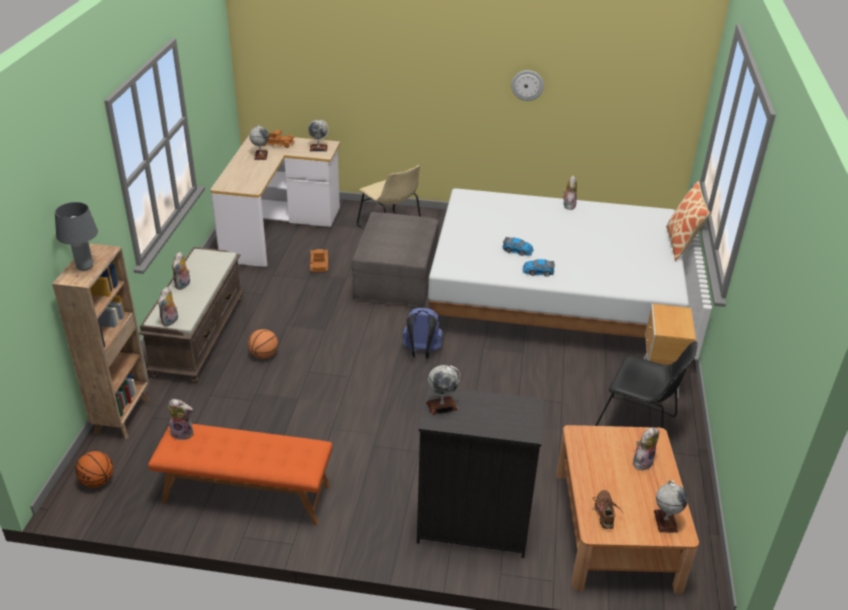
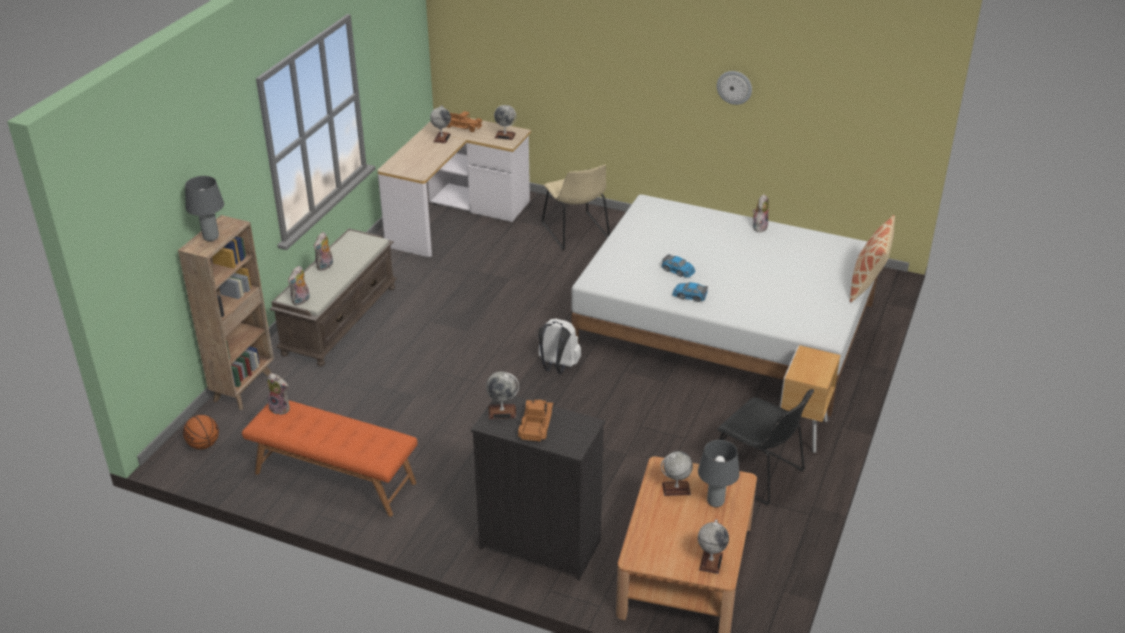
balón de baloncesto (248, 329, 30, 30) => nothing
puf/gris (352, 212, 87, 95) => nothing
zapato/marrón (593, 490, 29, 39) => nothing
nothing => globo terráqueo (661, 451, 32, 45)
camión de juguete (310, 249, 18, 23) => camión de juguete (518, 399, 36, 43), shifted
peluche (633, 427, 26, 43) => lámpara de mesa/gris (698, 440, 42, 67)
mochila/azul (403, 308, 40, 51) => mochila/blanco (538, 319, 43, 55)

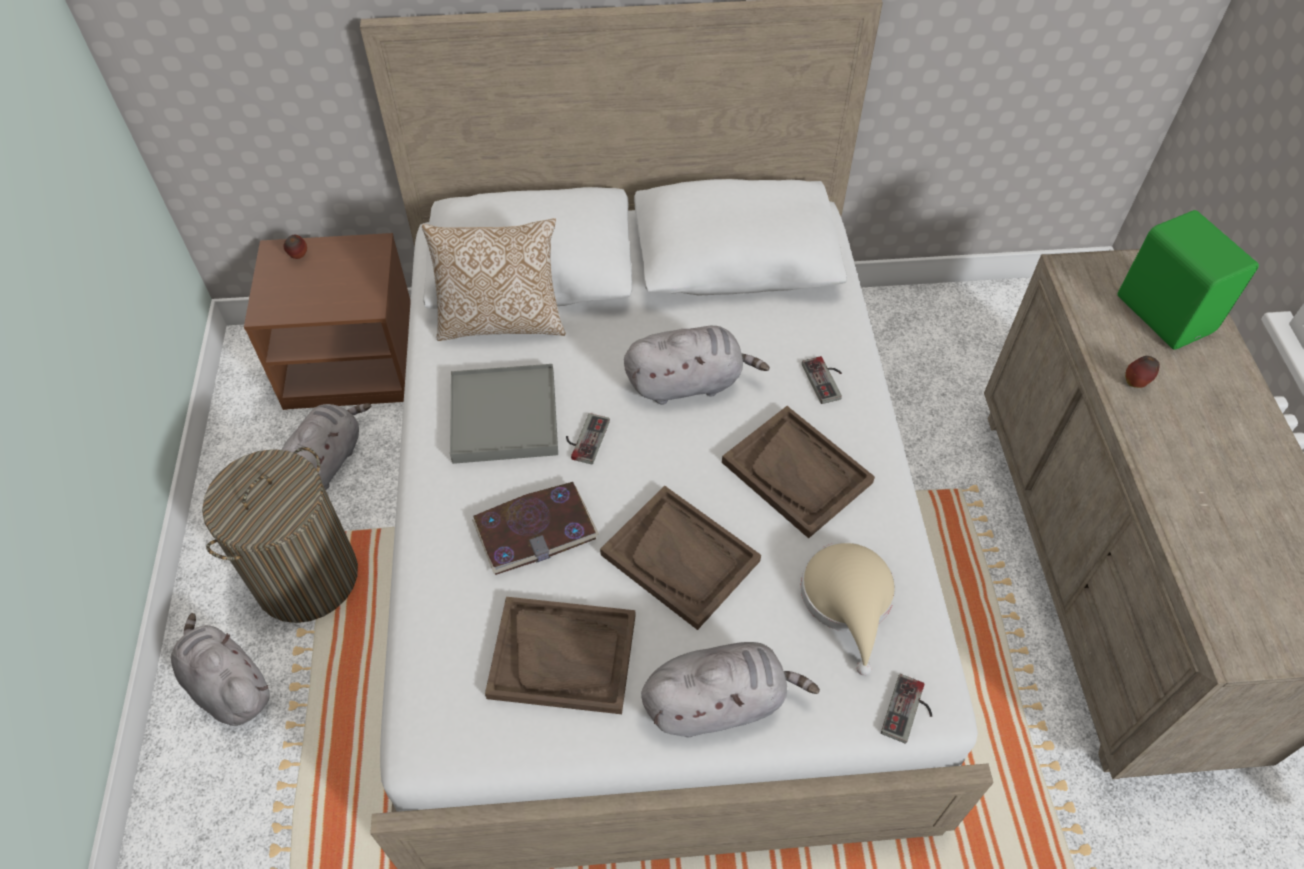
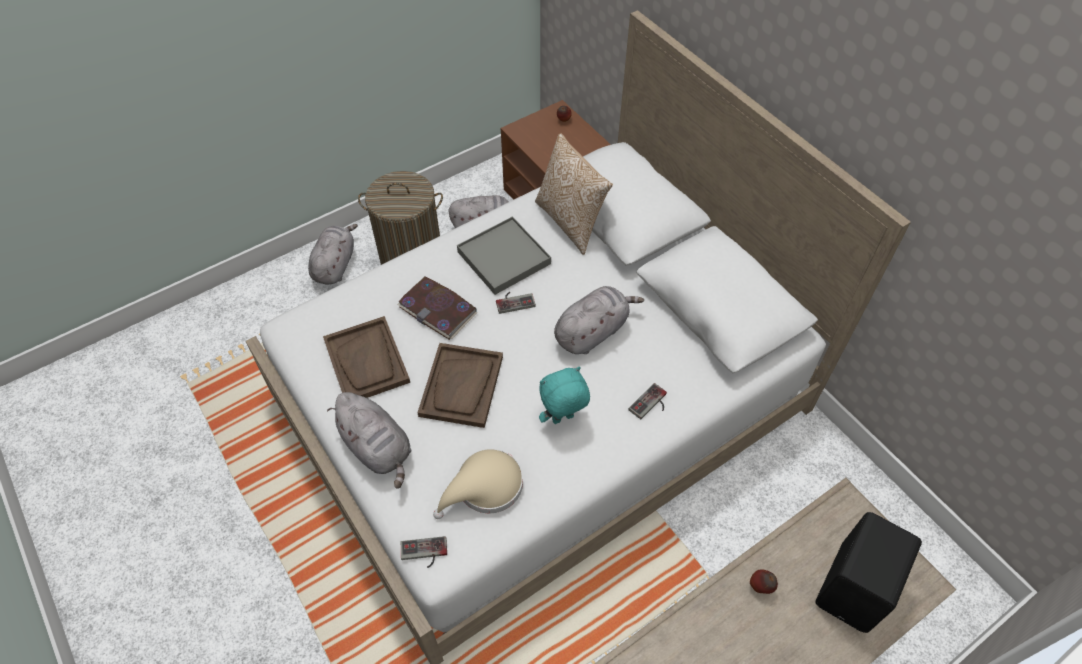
bandeja/marrón (722, 406, 153, 132) => peluche/turquesa (539, 366, 51, 58)
altavoz/verde (1117, 210, 142, 139) => altavoz/negro (815, 512, 107, 121)
peluche/gris (624, 326, 146, 79) => peluche/gris (554, 286, 90, 68), 90 degrees counterclockwise

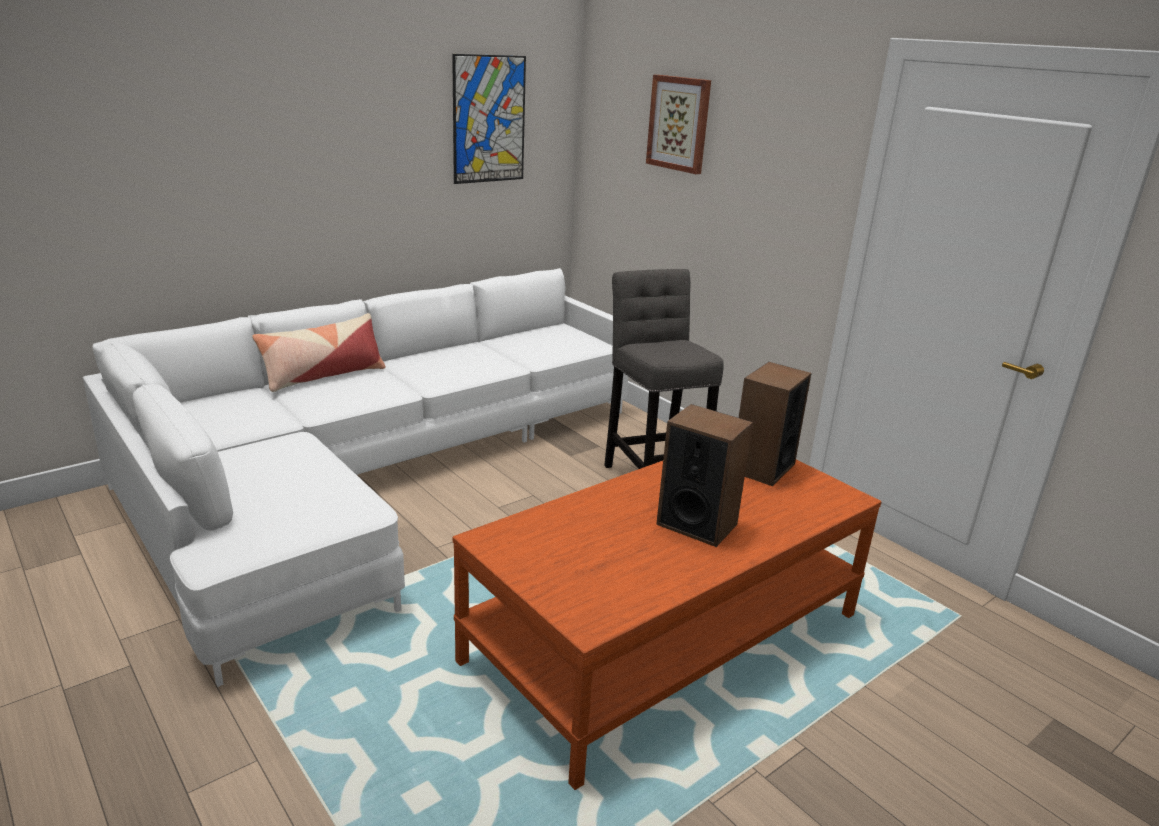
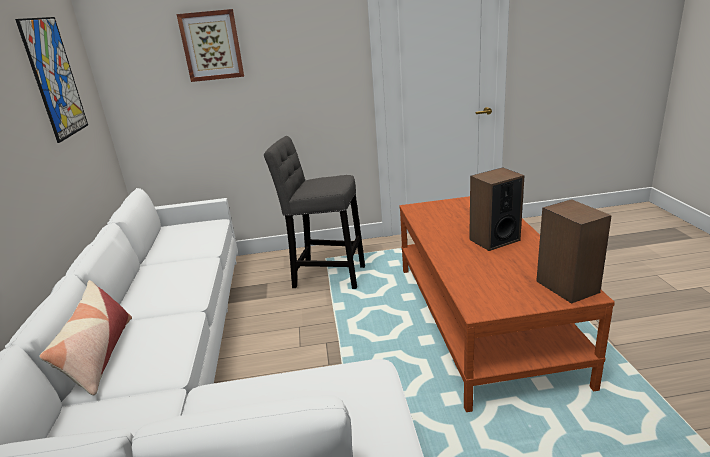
altavoz (739, 362, 73, 124) => altavoz (536, 199, 76, 105), shifted

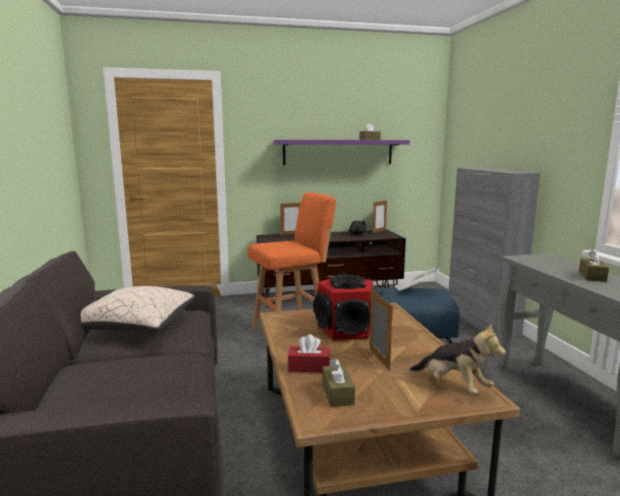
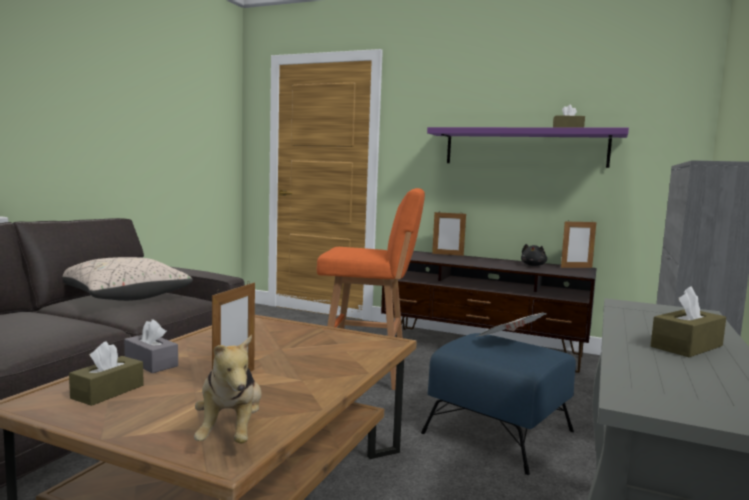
altavoz (313, 273, 65, 67) => nothing
caja de pañuelos/rojo (288, 334, 42, 39) => caja de pañuelos/gris (124, 319, 54, 54)

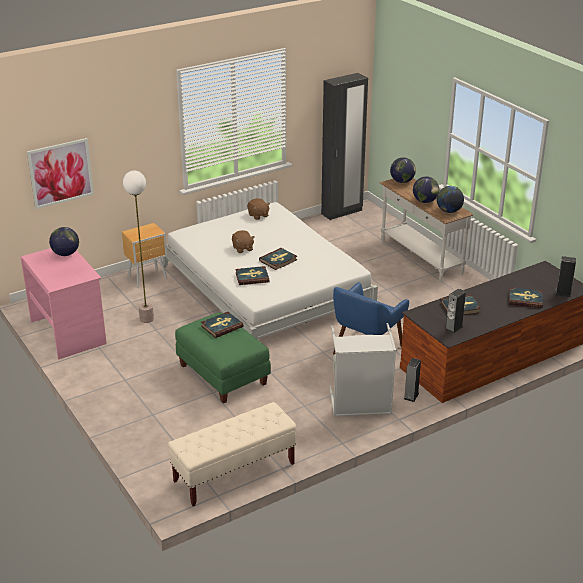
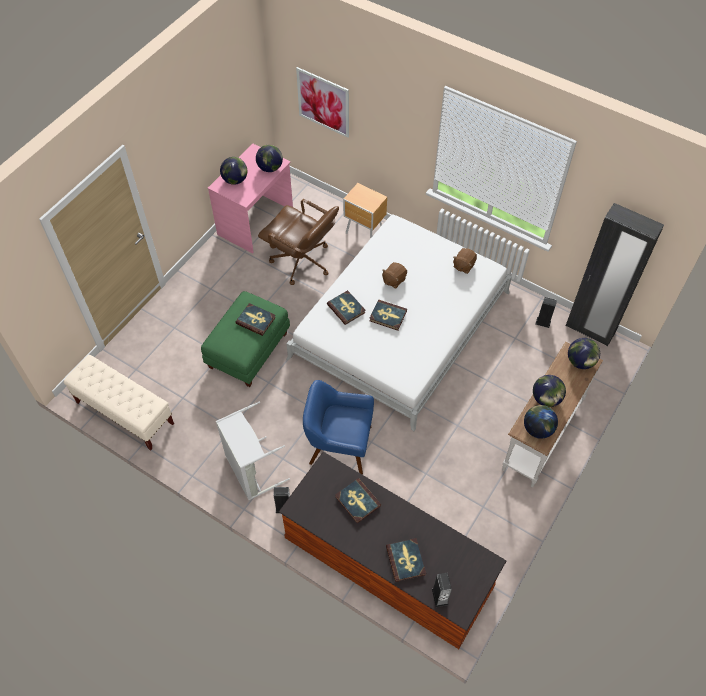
nothing => globo terráqueo (220, 157, 28, 28)
altavoz (444, 288, 22, 46) => altavoz (535, 297, 22, 31), shifted
lámpara de pie (123, 170, 31, 153) => silla de oficina/marrón (258, 199, 81, 86)

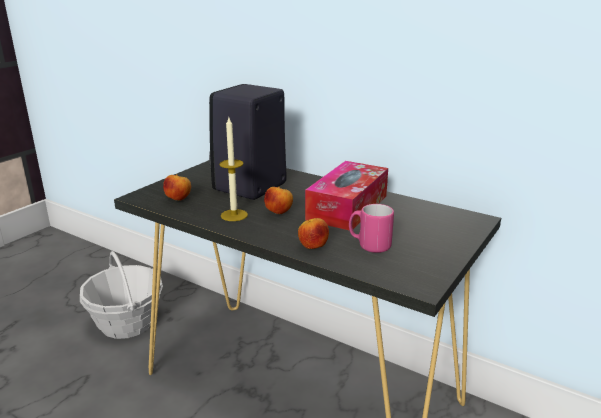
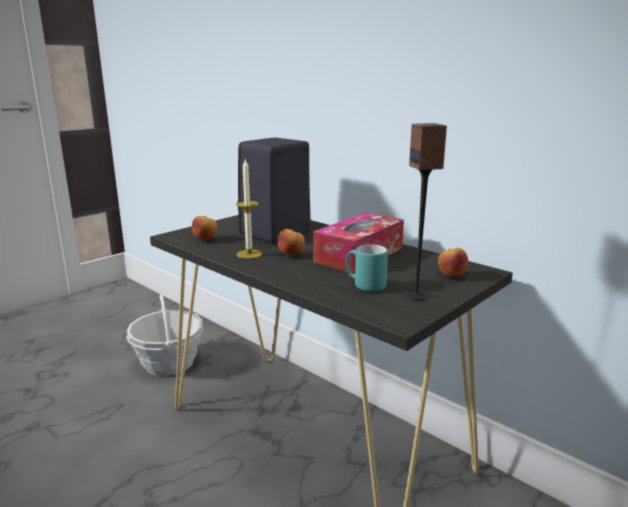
nothing => altavoz (406, 123, 41, 177)
manzana (298, 218, 31, 31) => manzana (438, 248, 30, 28), shifted
taza grande/rosa (349, 204, 45, 49) => taza grande/turquesa (346, 244, 42, 48)

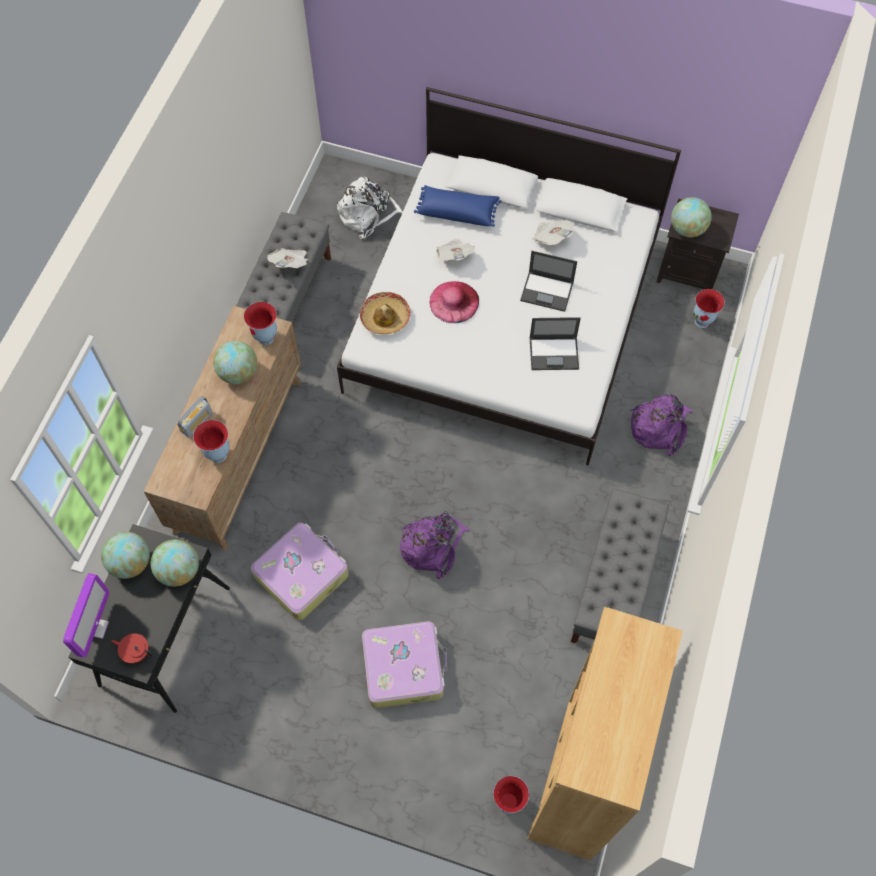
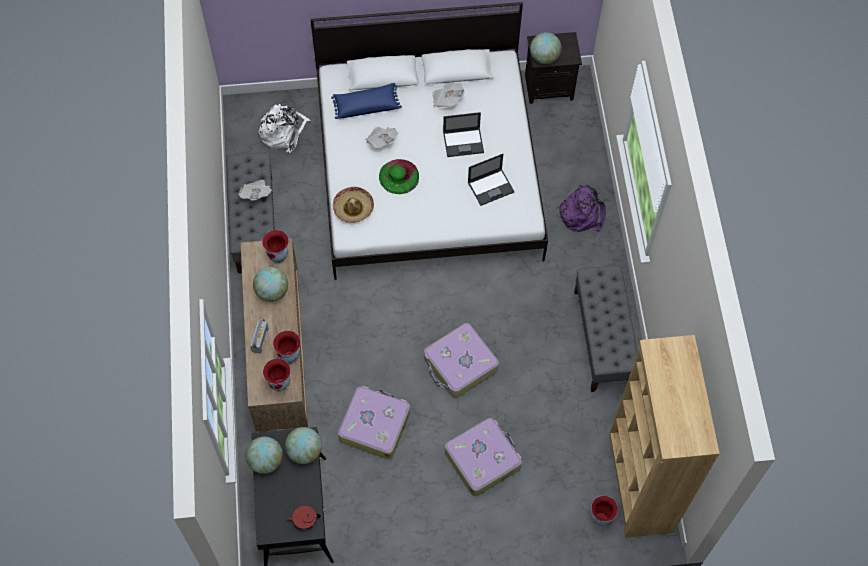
monitor (63, 573, 46, 85) => nothing
florero (693, 289, 32, 39) => florero (263, 359, 28, 33), shifted
mochila/morado (400, 511, 70, 68) => maleta (424, 323, 75, 75)
sombrero/rosa (429, 281, 50, 42) => sombrero/verde (379, 159, 40, 35)

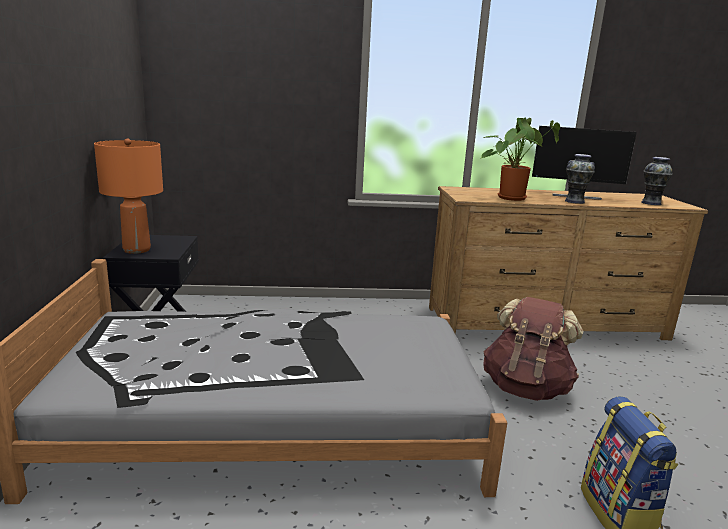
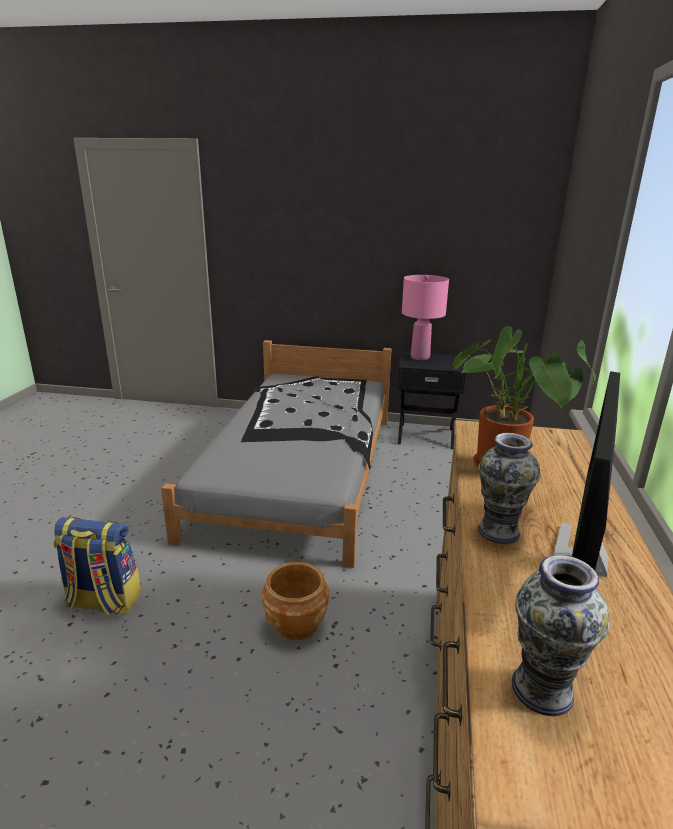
mochila/marrón (483, 297, 100, 104) => maceta/marrón (262, 562, 67, 79)
lámpara de mesa/naranja (94, 138, 69, 116) => lámpara de mesa/rosa (402, 275, 47, 85)

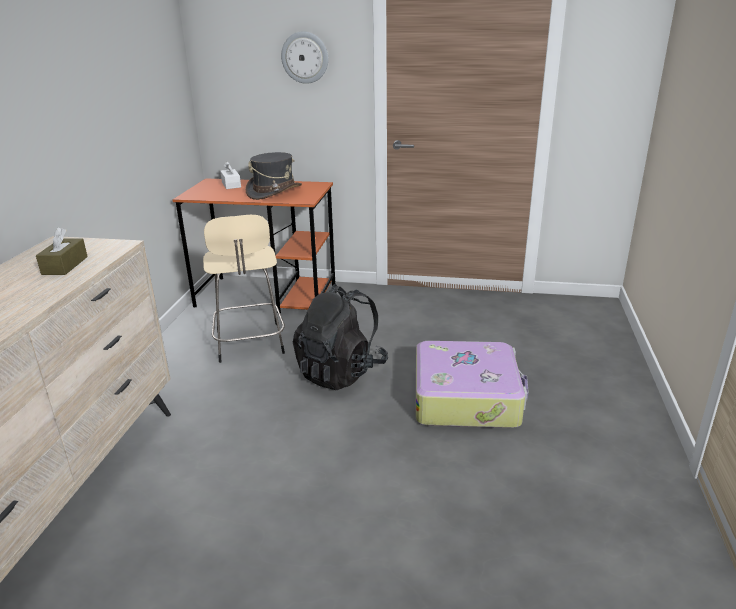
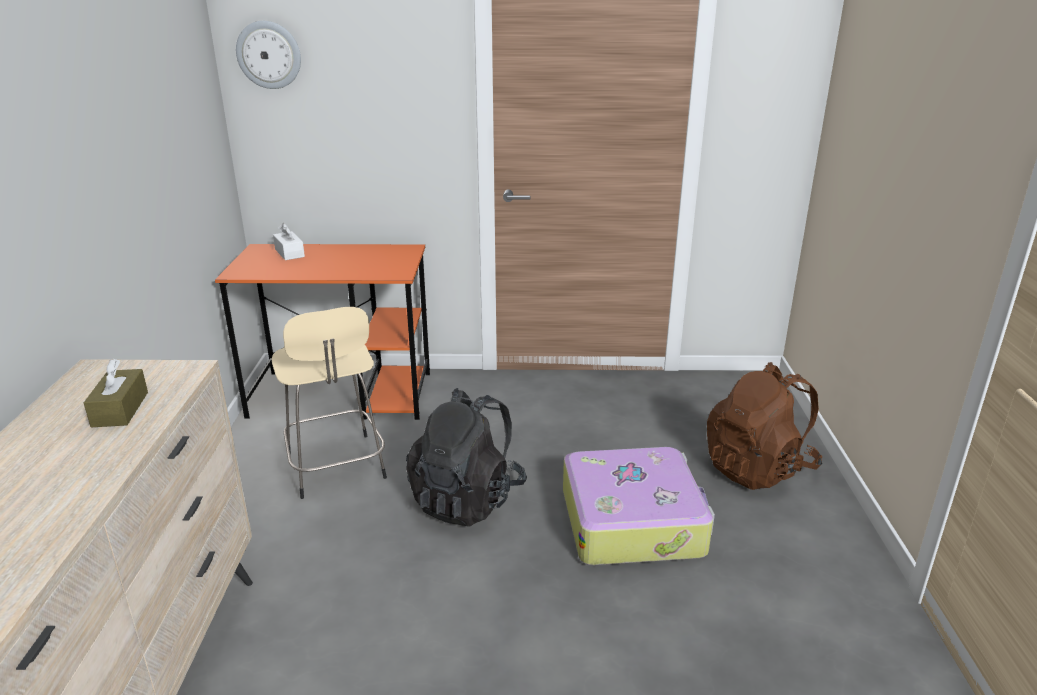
sombrero/gris (246, 152, 56, 48) => nothing
nothing => mochila/marrón (707, 362, 115, 128)
reloj de pared (281, 31, 47, 53) => reloj de pared (236, 21, 65, 68), shifted

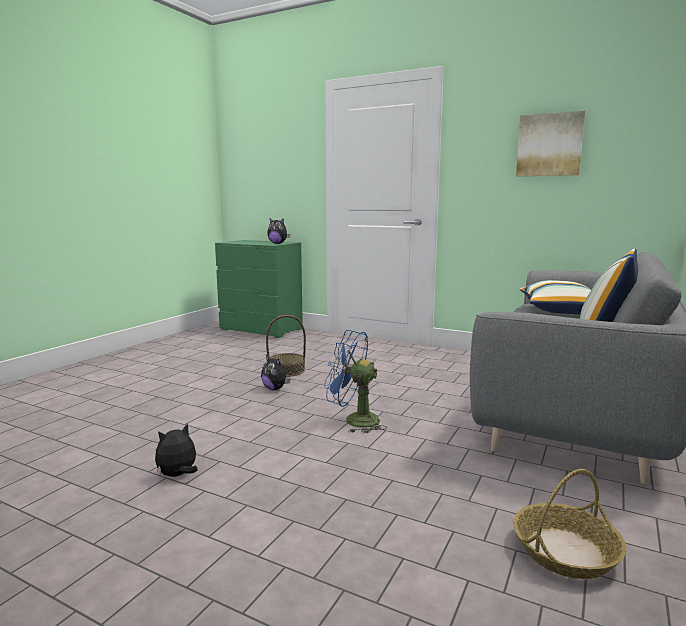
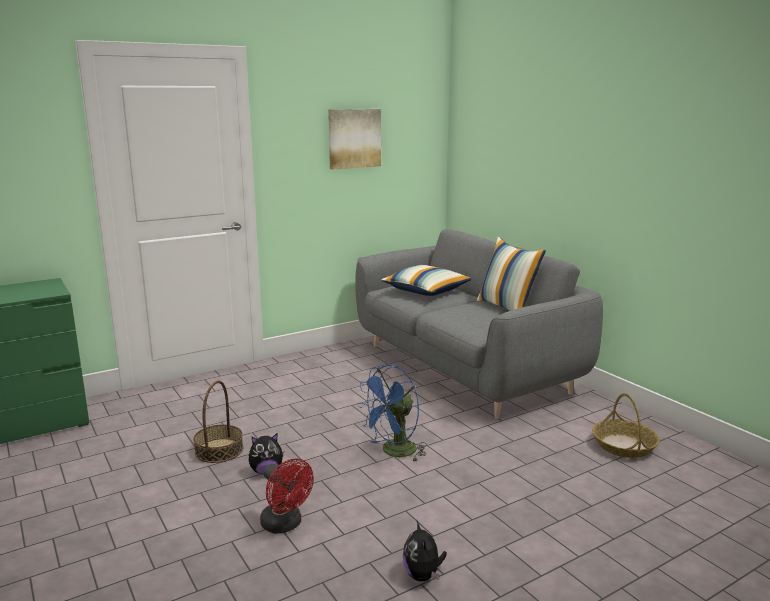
peluche (267, 218, 23, 26) => nothing
nothing => ventilador/rojo (260, 458, 54, 76)

